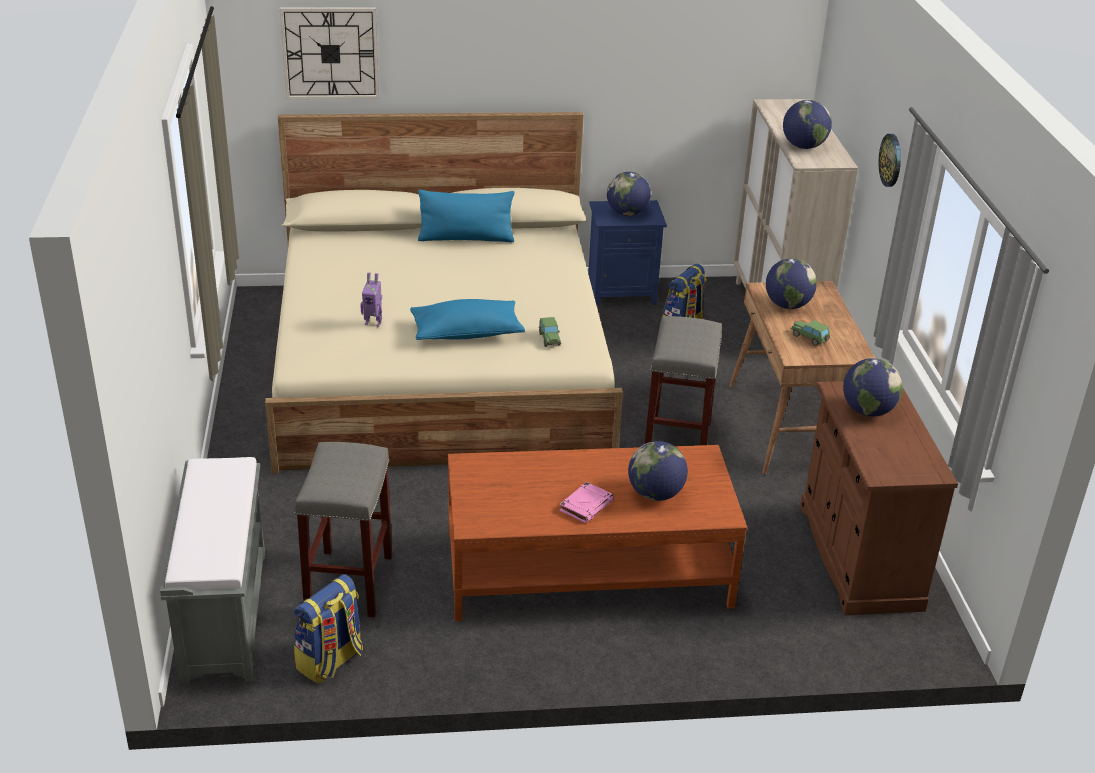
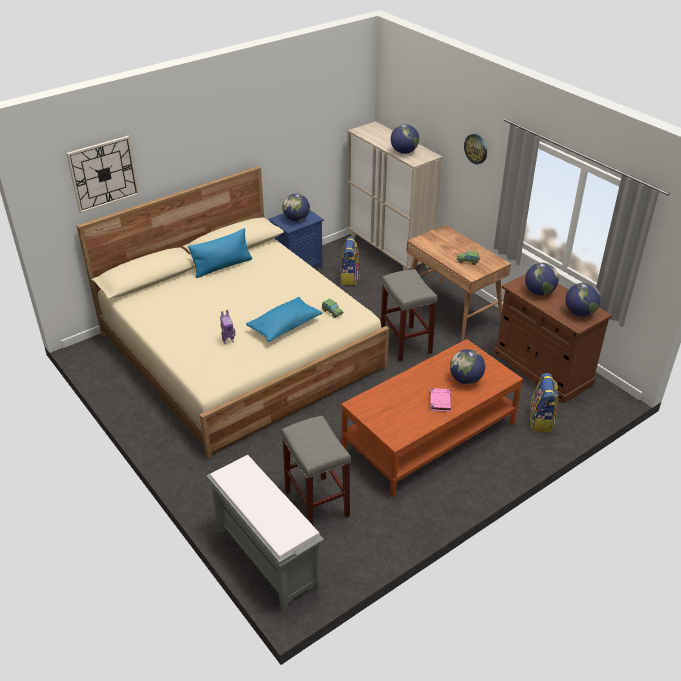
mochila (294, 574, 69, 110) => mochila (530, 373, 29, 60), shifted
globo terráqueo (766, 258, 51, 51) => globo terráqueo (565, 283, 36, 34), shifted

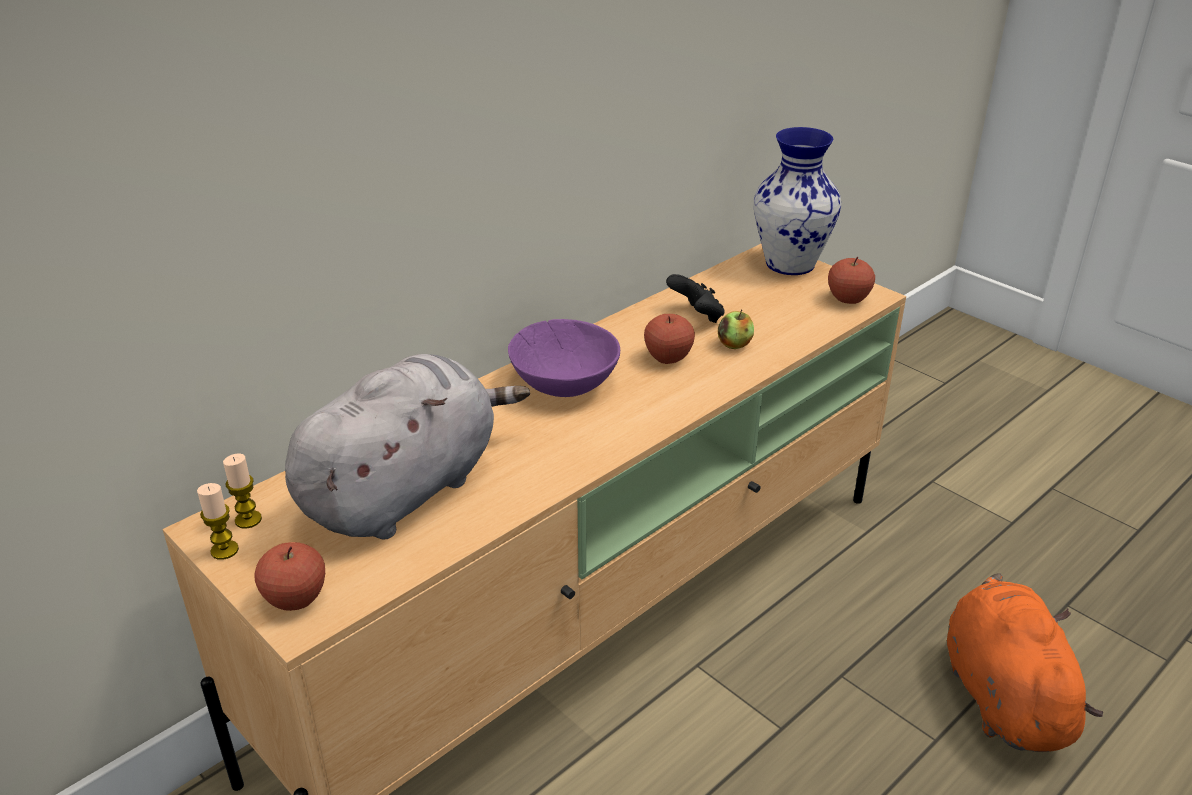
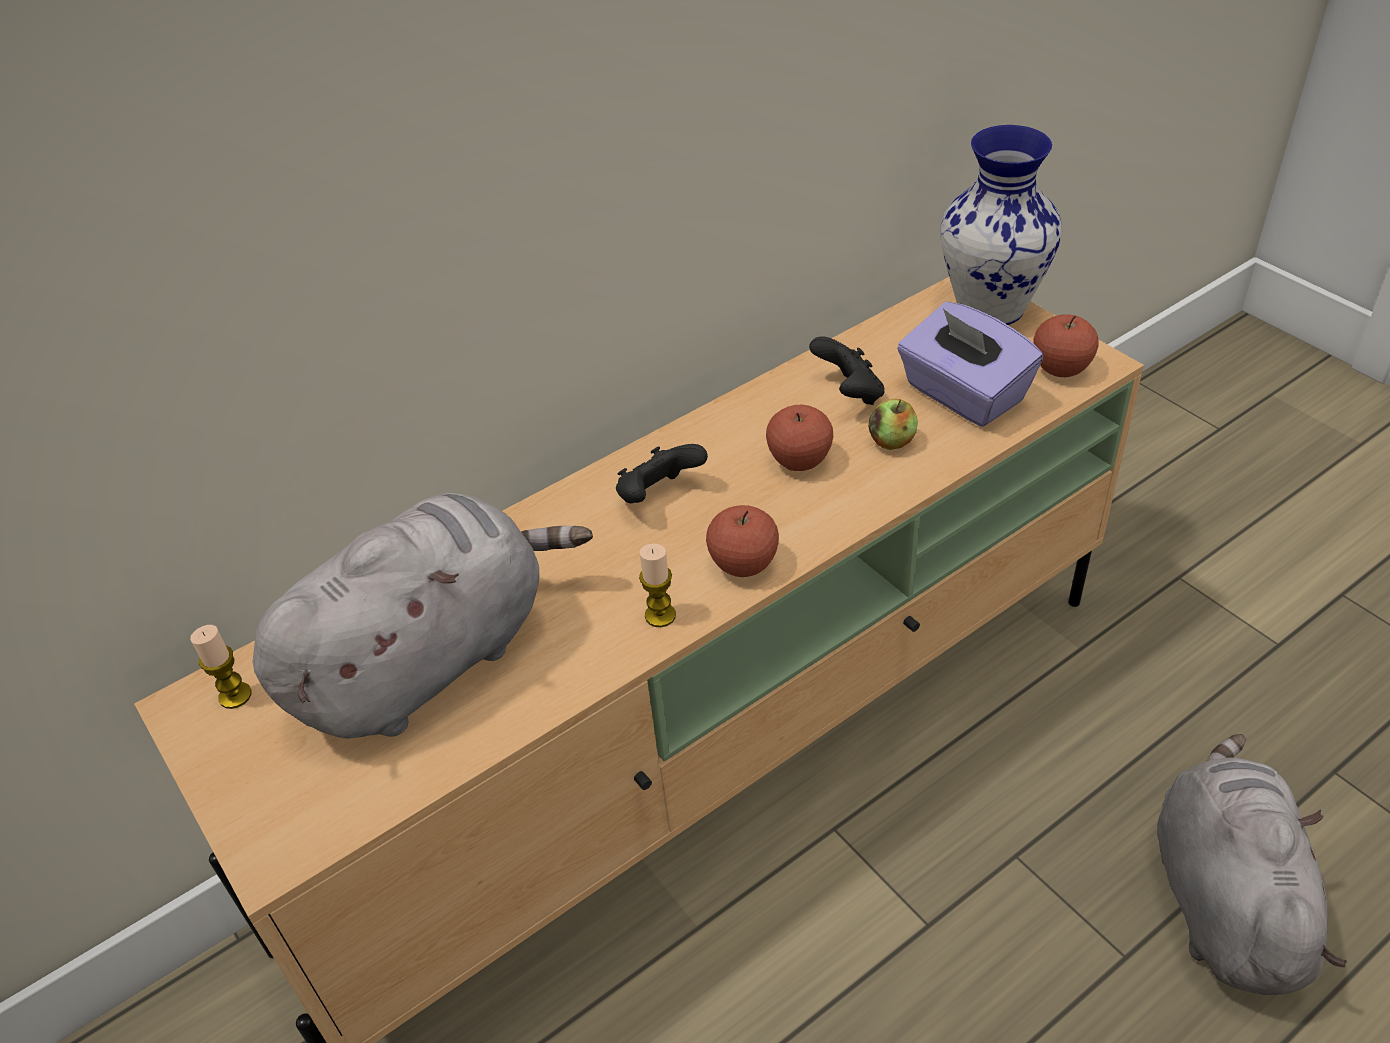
nothing => caja de pañuelos/morado (897, 302, 146, 125)
vela (197, 483, 42, 77) => vela (639, 544, 37, 83), shifted
manzana (255, 542, 70, 69) => manzana (706, 505, 73, 72), shifted
cuenco/morado (508, 319, 112, 78) => mando de consola/negro (616, 444, 92, 59)
peluche/naranja (947, 573, 156, 179) => peluche/gris (1157, 734, 190, 261)

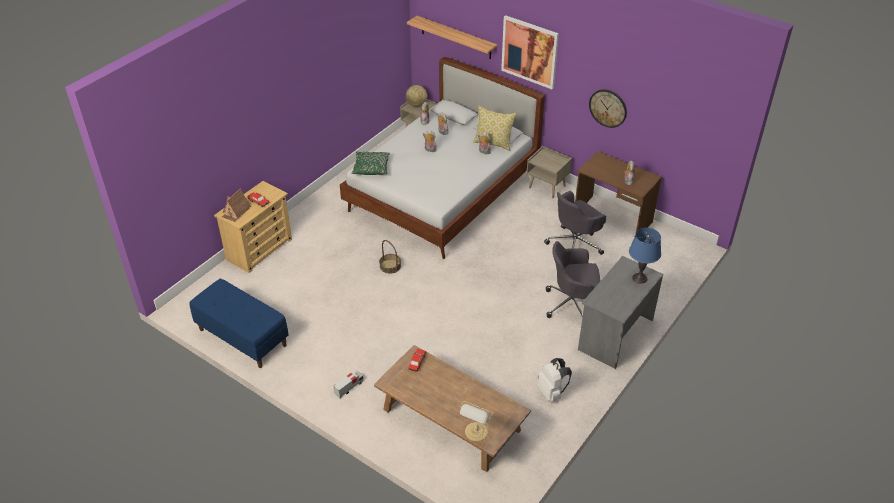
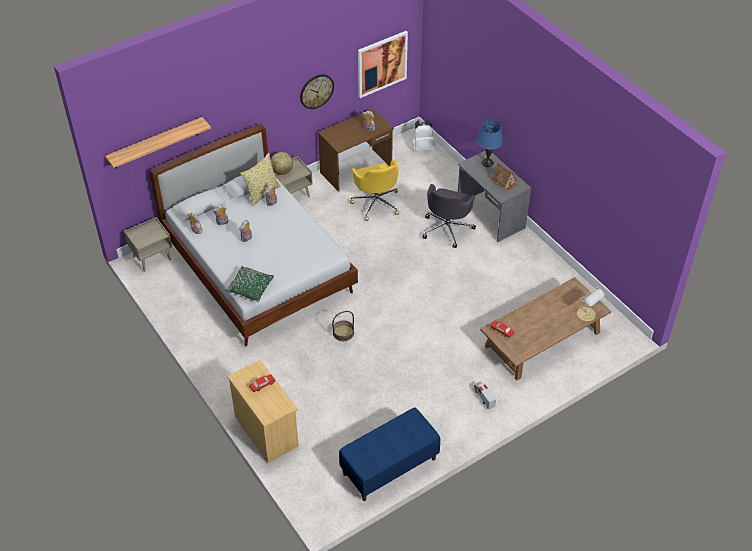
casita (222, 189, 29, 33) => casita (491, 162, 27, 29), shifted
globo terráqueo (406, 85, 21, 22) => globo terráqueo (271, 152, 22, 23), shifted
cuadro (501, 15, 58, 74) => cuadro (358, 31, 50, 67), shifted
mochila/blanco (537, 358, 35, 44) => mochila/blanco (412, 120, 23, 31), shifted
silla de oficina/gris (544, 191, 62, 64) => silla de oficina/amarillo (350, 159, 49, 62)

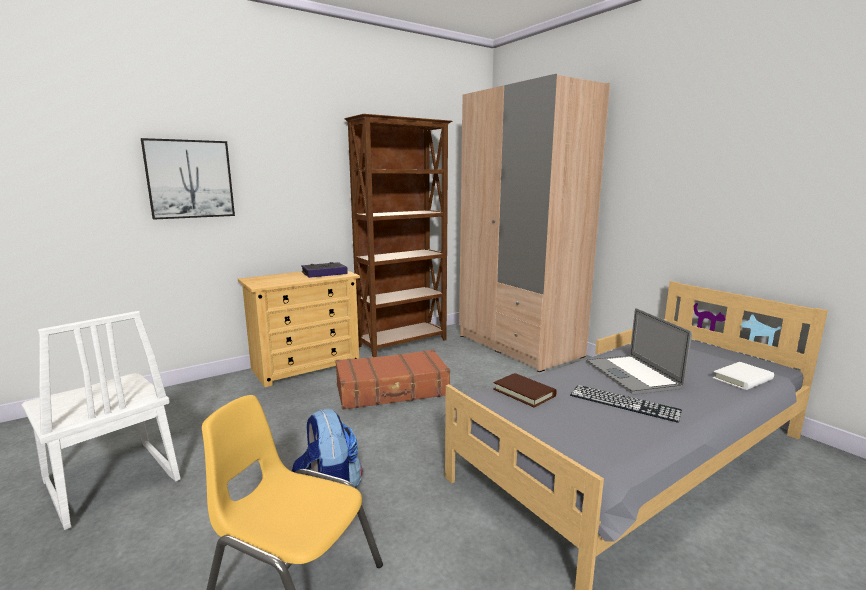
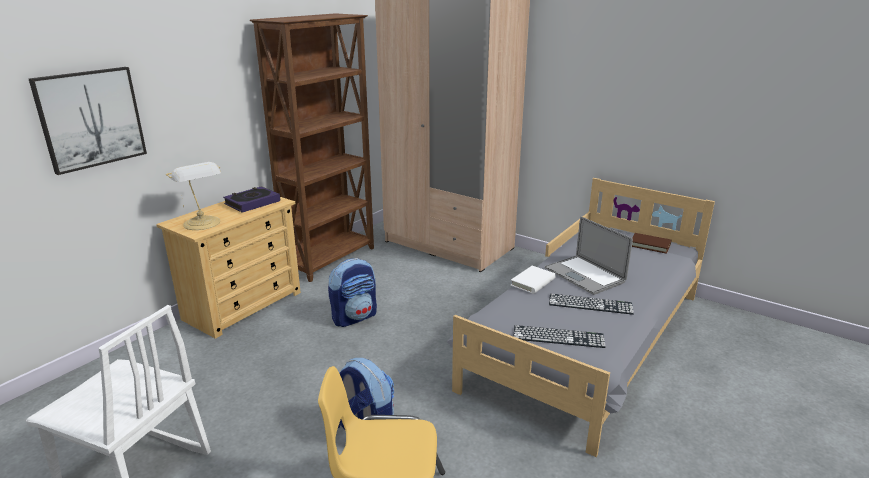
nothing => lámpara de mesa (166, 162, 55, 68)
nothing => teclado (513, 325, 93, 23)
libro/marrón (493, 373, 64, 35) => libro/marrón (632, 233, 40, 21), shifted
libro/blanco (713, 362, 61, 28) => libro/blanco (510, 266, 46, 28), shifted
maleta/marrón (335, 349, 115, 61) => mochila (328, 258, 49, 69)

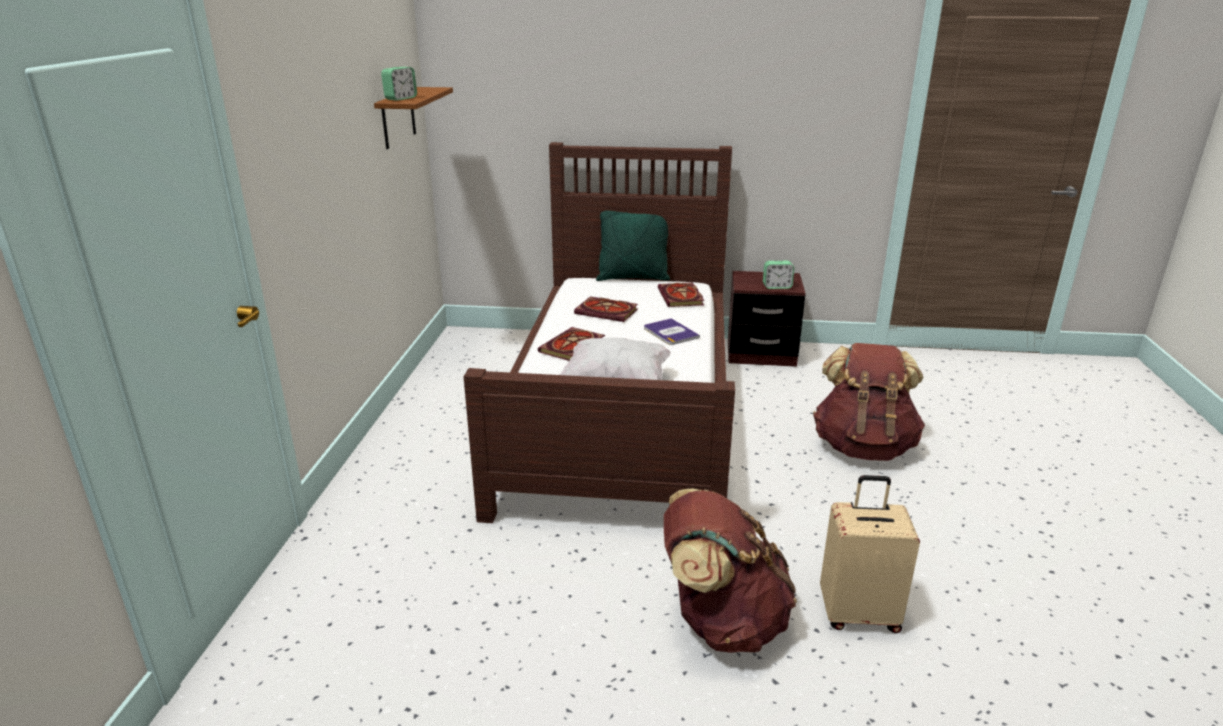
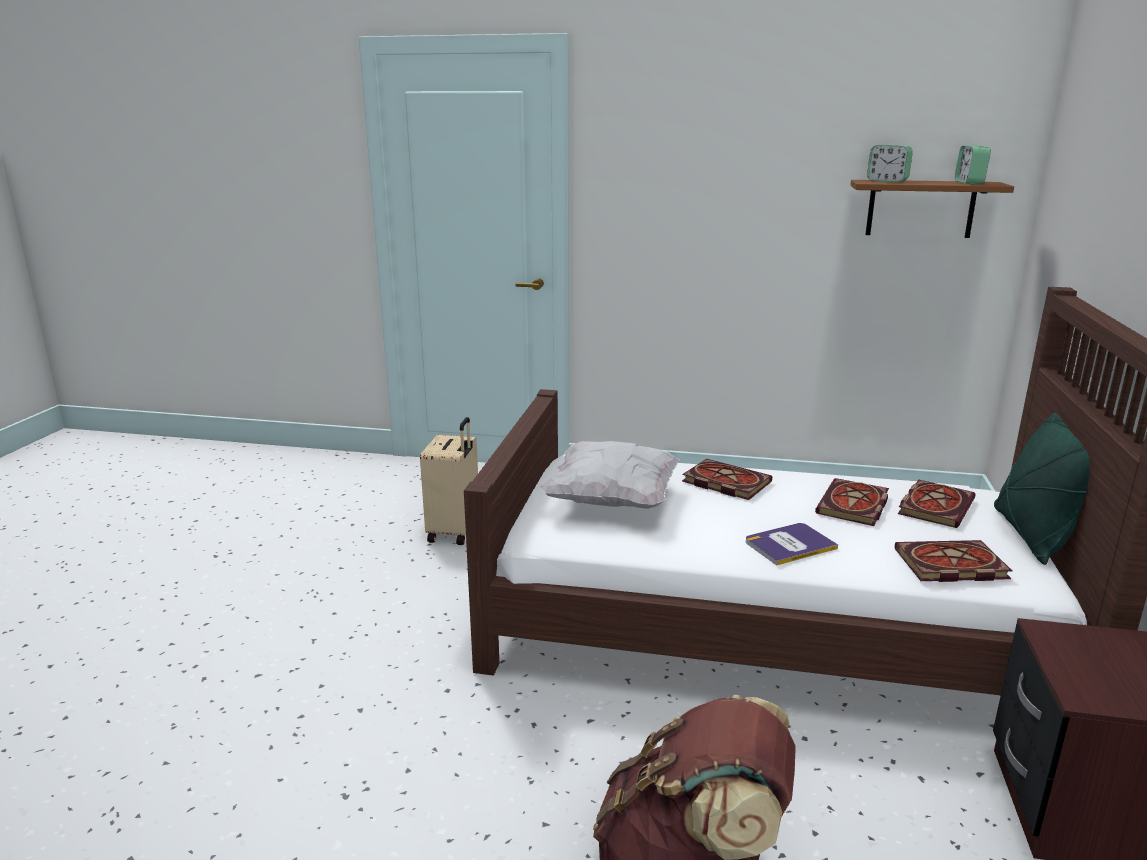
mochila/marrón (664, 488, 133, 165) => nothing
nothing => libro (898, 480, 78, 48)
despertador (763, 261, 31, 28) => despertador (955, 145, 36, 39), shifted
maleta/beis (820, 475, 100, 158) => maleta/beis (420, 417, 58, 128), shifted

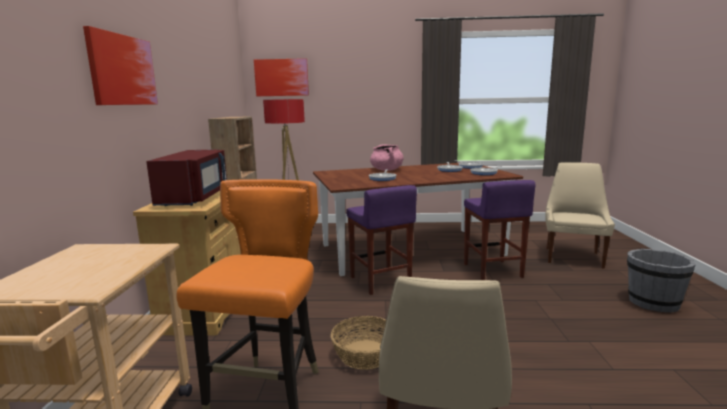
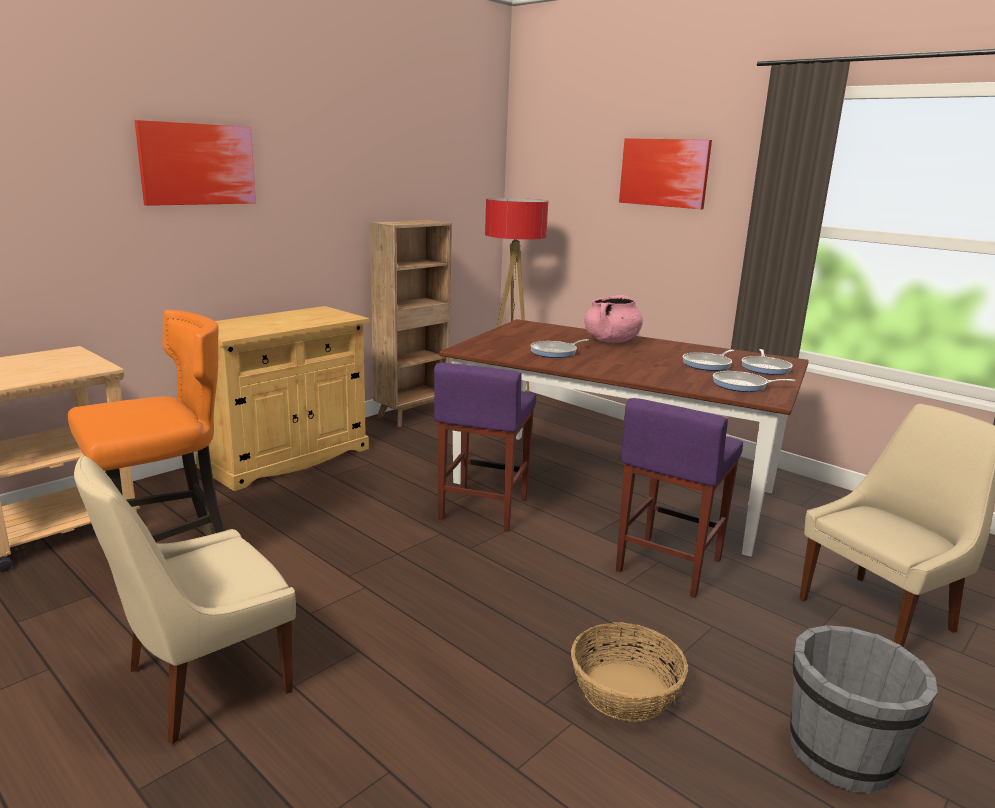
microondas/rojo (146, 149, 81, 57) => nothing
cuadro (254, 58, 55, 38) => cuadro (619, 138, 93, 71), shifted
cesta (331, 316, 55, 54) => cesta (571, 622, 117, 100), shifted

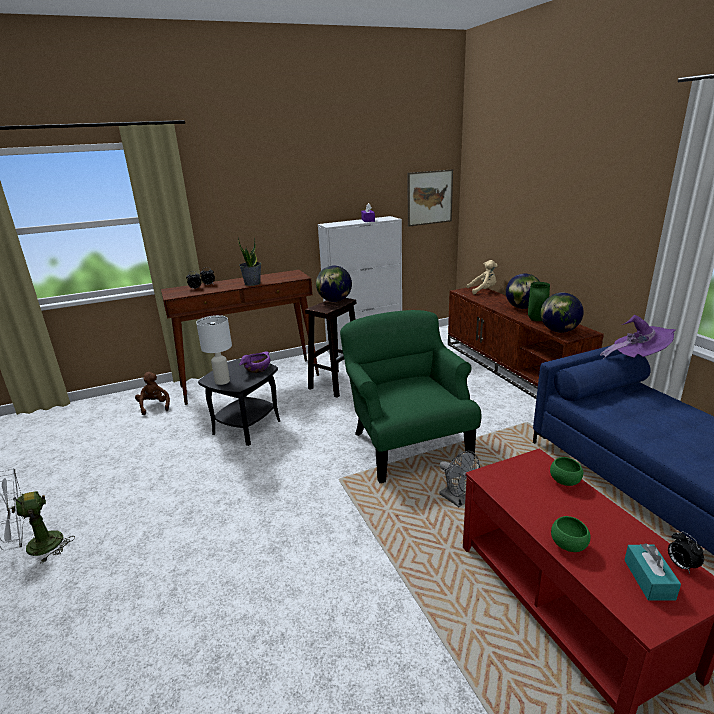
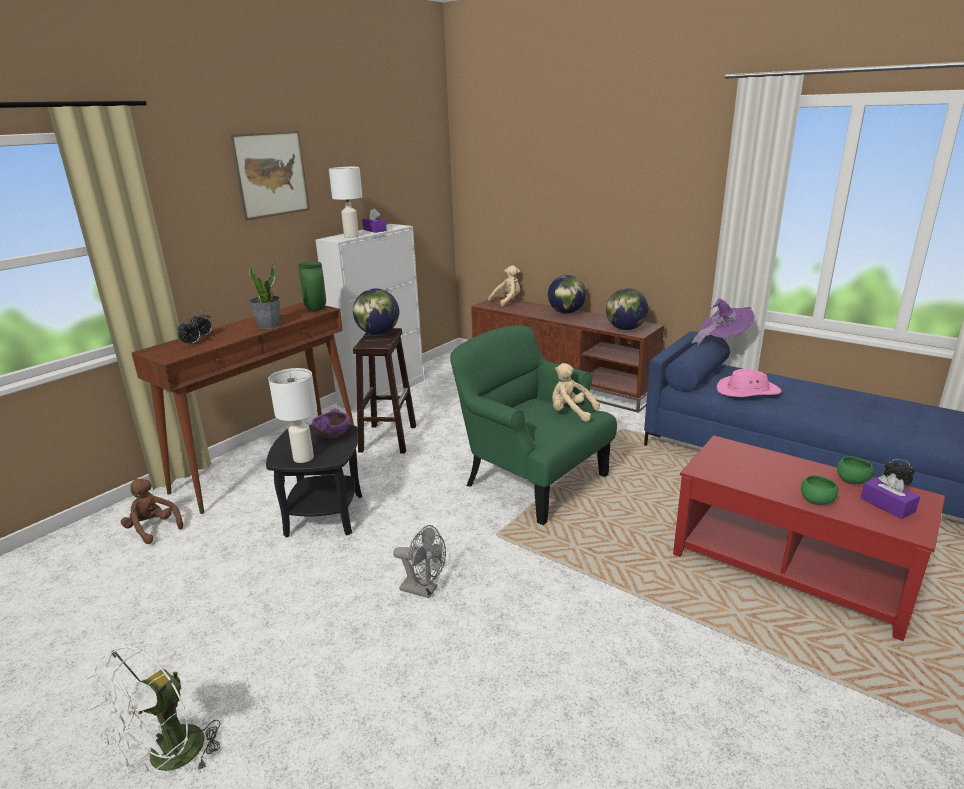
nothing => lámpara de mesa/blanco (329, 167, 33, 71)
nothing => peluche/beis (552, 363, 48, 59)
nothing => sombrero/rosa (717, 369, 64, 28)
cuadro (408, 169, 45, 58) => cuadro (229, 131, 81, 90), shifted
ventilador/gris (439, 451, 41, 56) => ventilador/gris (393, 525, 53, 73), shifted
florero/verde (528, 282, 22, 39) => florero/verde (298, 262, 28, 49), shifted
cuenco/verde (550, 457, 33, 29) => cuenco/verde (837, 456, 37, 28), shifted
caja de pañuelos/turquesa (624, 543, 57, 58) => caja de pañuelos/morado (861, 474, 59, 45)

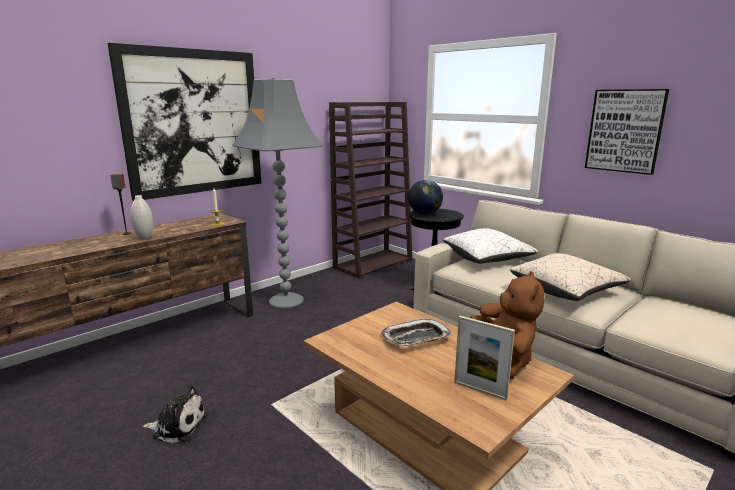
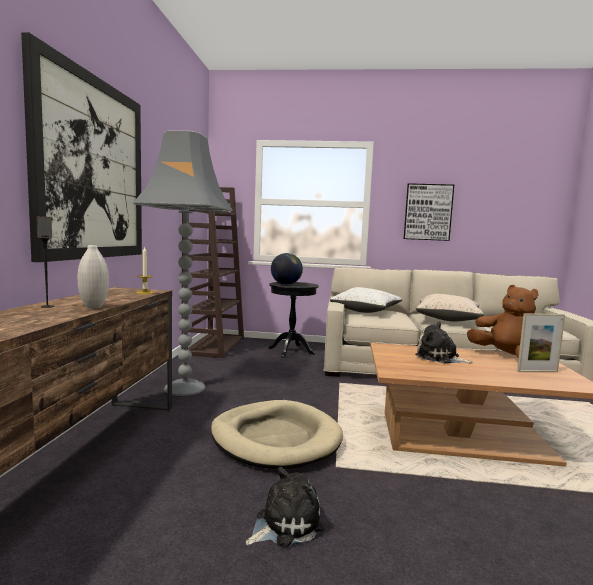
nothing => cama para perro/beis (211, 400, 132, 69)
bandeja (382, 319, 69, 28) => peluche (415, 321, 59, 42)

